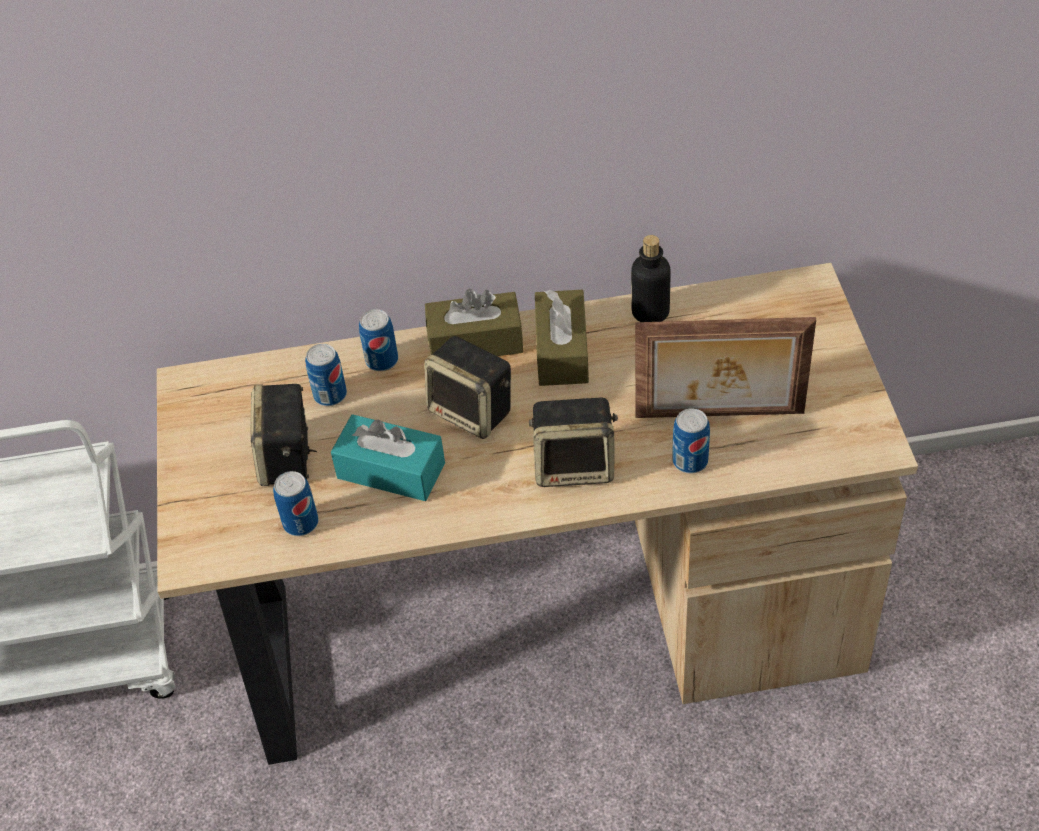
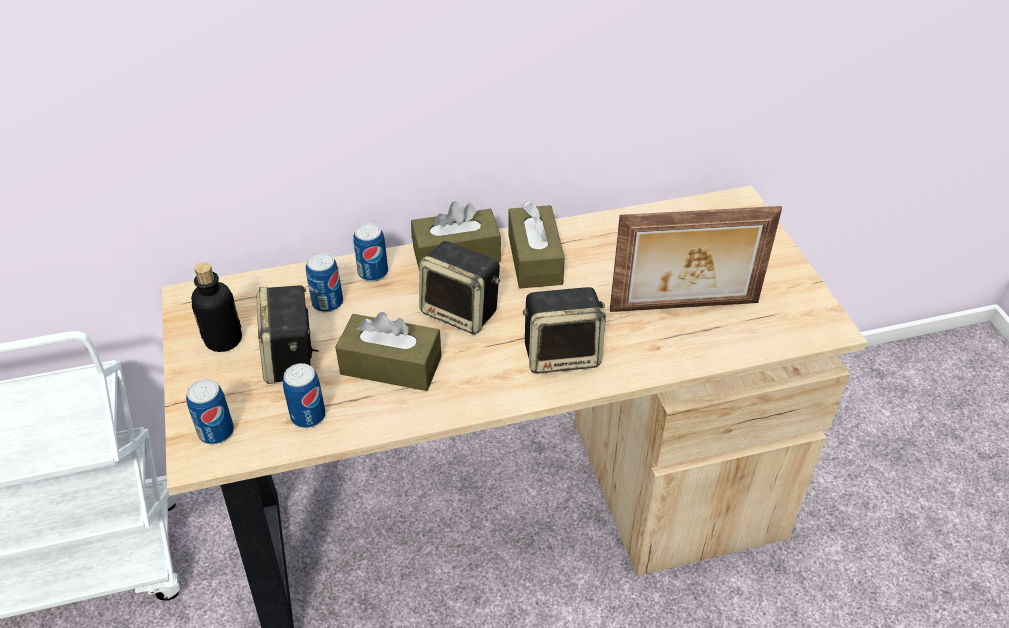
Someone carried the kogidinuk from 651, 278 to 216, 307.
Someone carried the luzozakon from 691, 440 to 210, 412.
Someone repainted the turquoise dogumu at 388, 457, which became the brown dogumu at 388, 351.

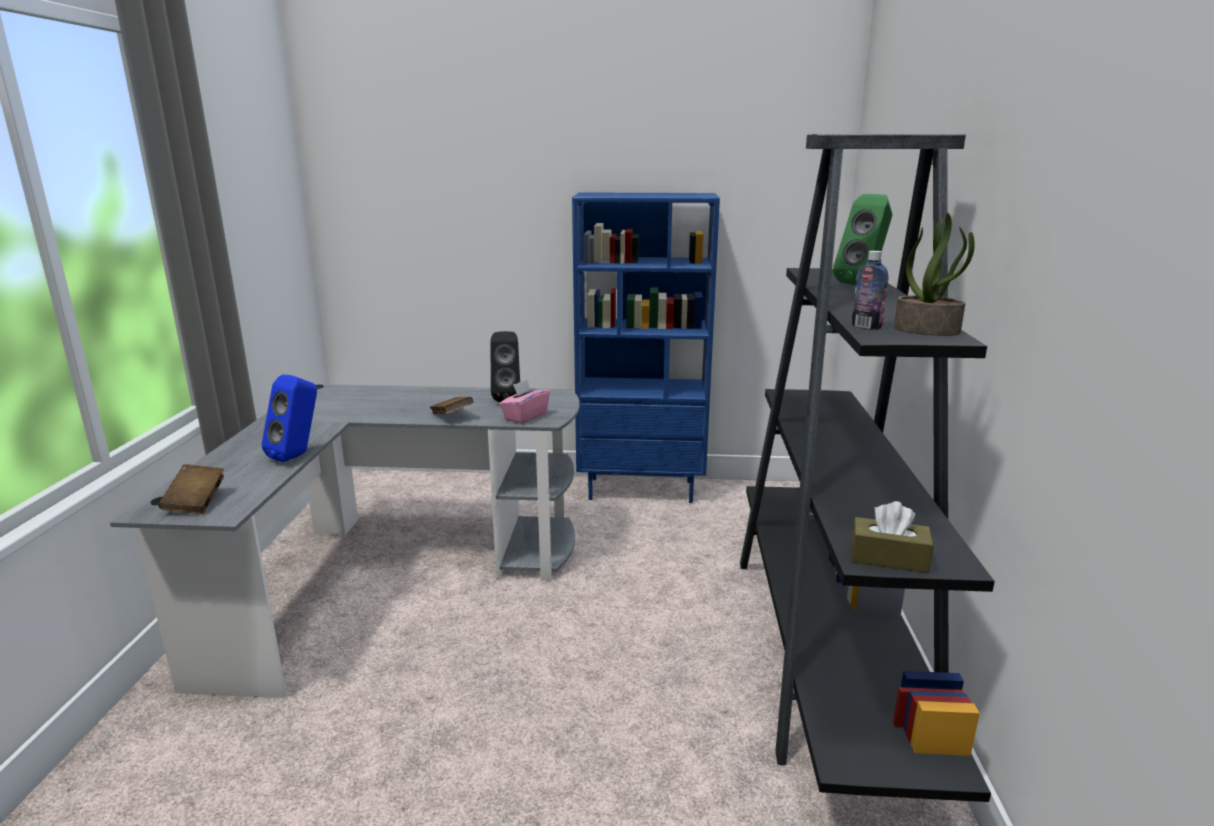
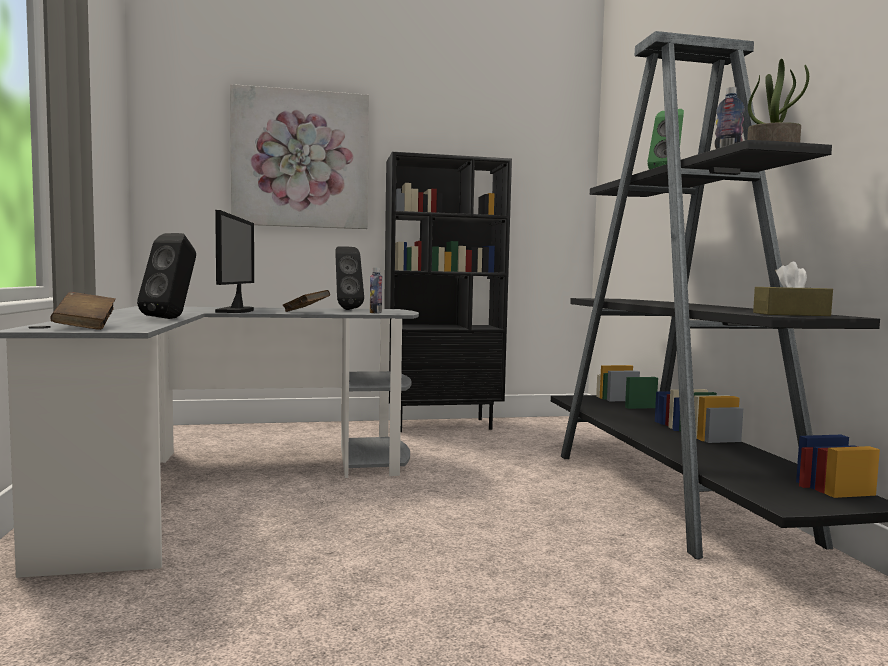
Someone put down the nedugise at 234, 261.
Someone put up the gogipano at 299, 156.
Someone swapped the pink dogumu at 524, 401 for the kogidinuk at 376, 290.
Someone repainted the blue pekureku at 289, 418, which became the black pekureku at 166, 276.
Someone repainted the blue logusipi at 646, 347, which became the black logusipi at 448, 292.

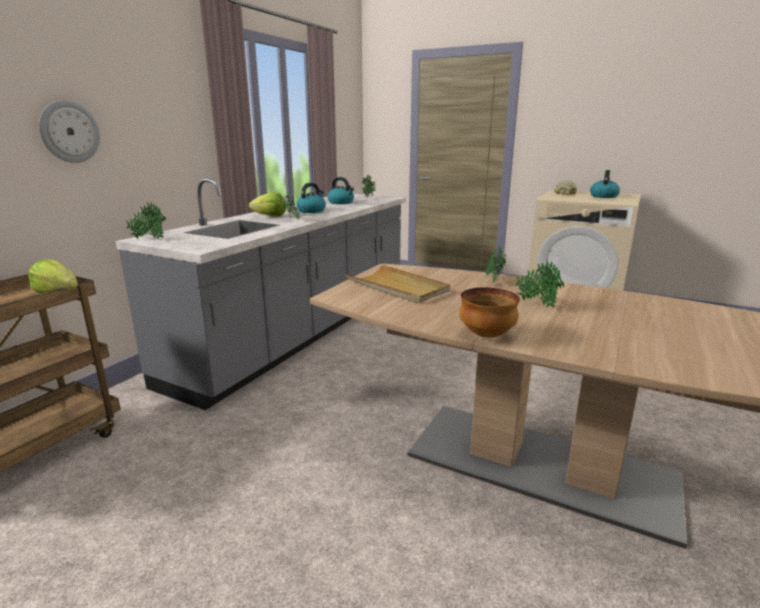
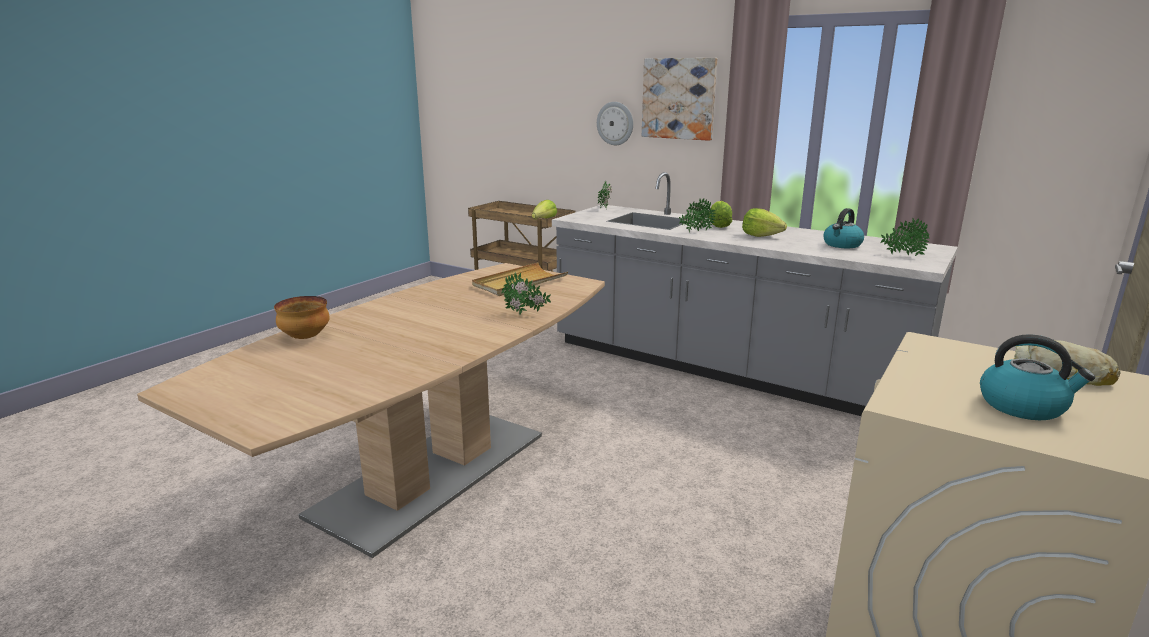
Someone took away the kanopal at 539, 284.
Someone put up the gogipano at 679, 99.
Someone carried the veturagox from 489, 312 to 302, 317.
Someone swapped the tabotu at 311, 198 for the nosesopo at 764, 222.

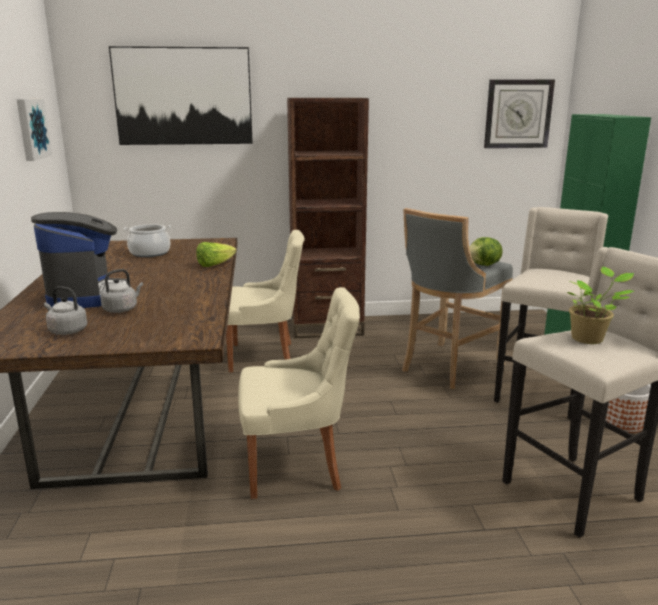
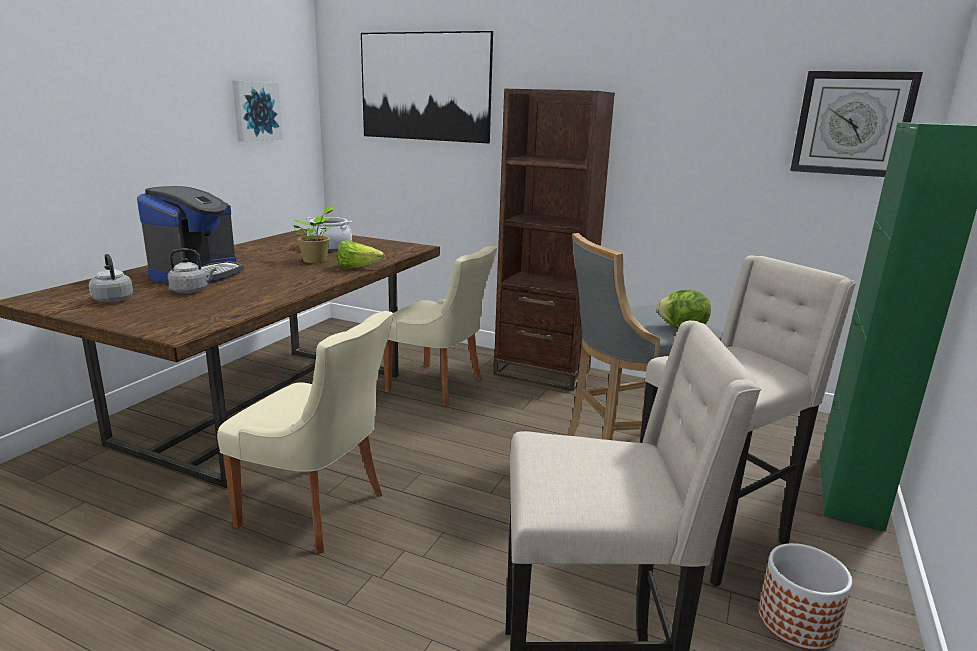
Someone carried the kanopal from 600, 305 to 311, 234.

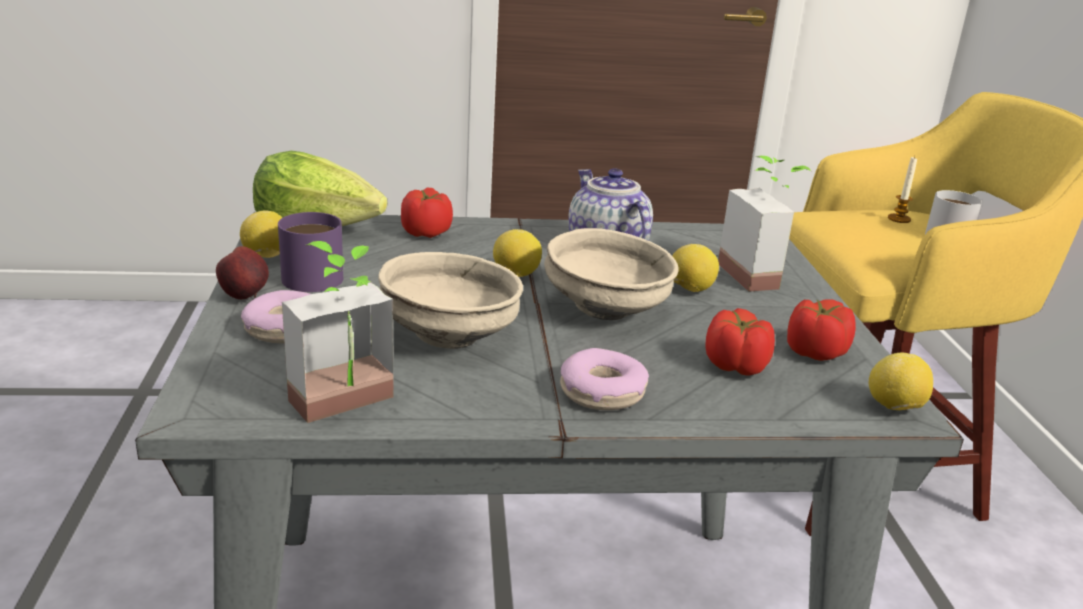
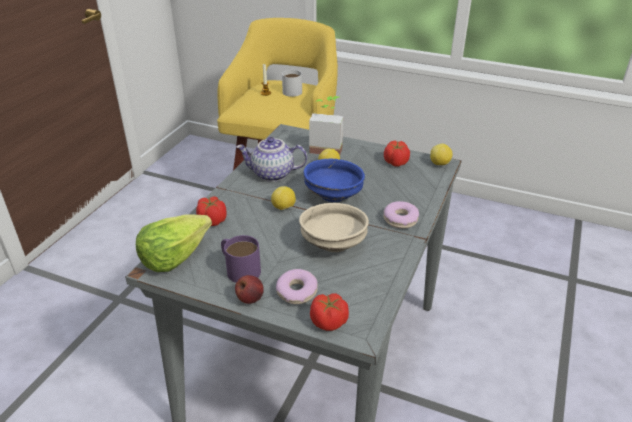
Someone took away the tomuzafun at 261, 234.
Someone took away the kanopal at 338, 332.
Someone carried the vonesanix from 740, 342 to 329, 312.
Someone repainted the beige veturagox at 611, 274, which became the blue veturagox at 334, 180.

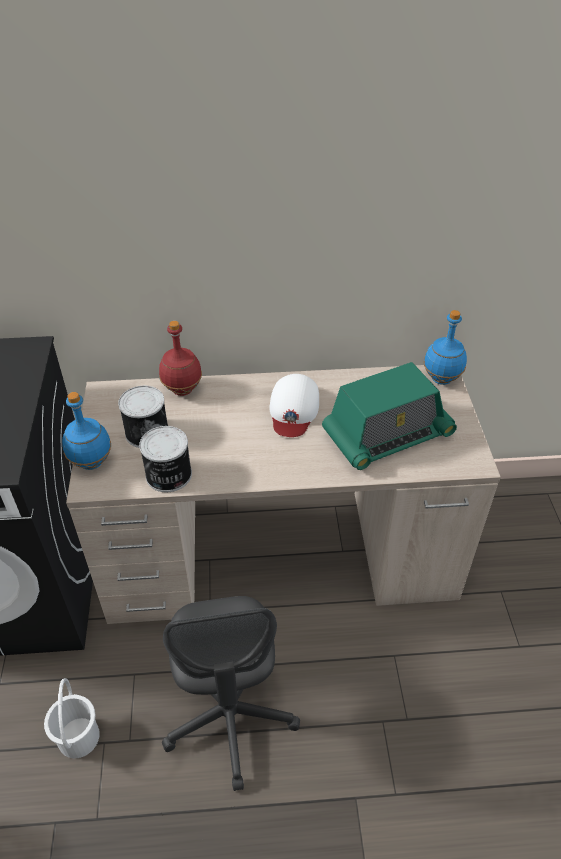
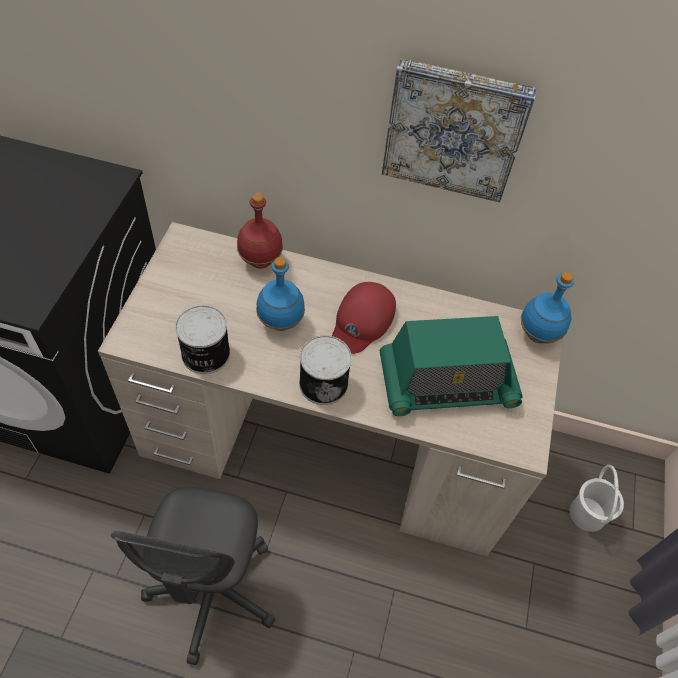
Someone put up the gogipano at 459, 130.
Someone carried the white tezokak from 72, 718 to 597, 498.
Someone carried the blue kogidinuk from 86, 431 to 280, 294.
Someone carried the luzozakon from 143, 417 to 325, 370.
Someone repainted the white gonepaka at 294, 405, which became the red gonepaka at 364, 318.

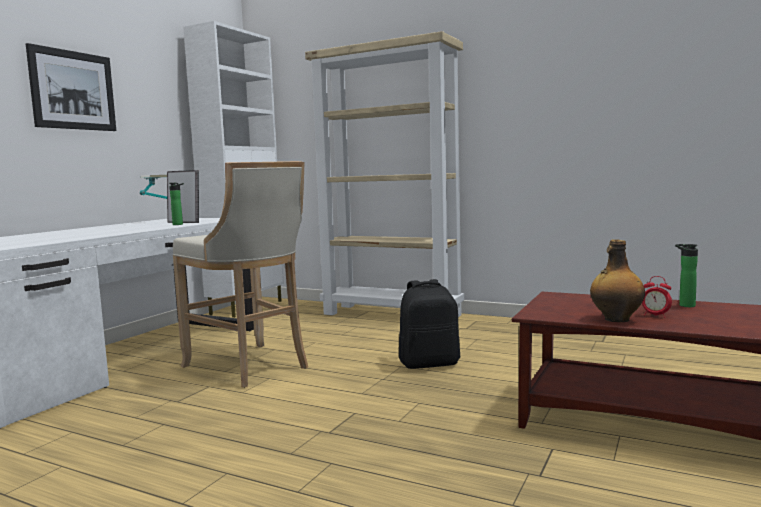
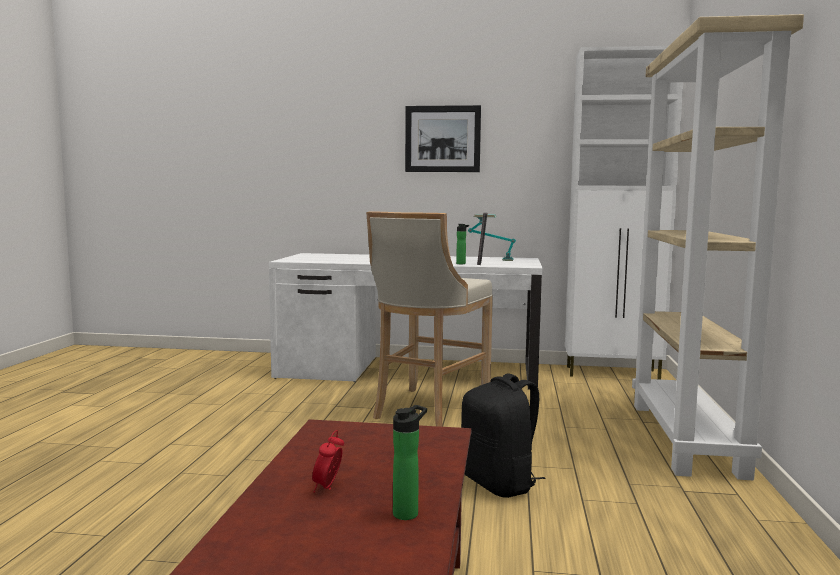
Someone took away the kogidinuk at 617, 281.

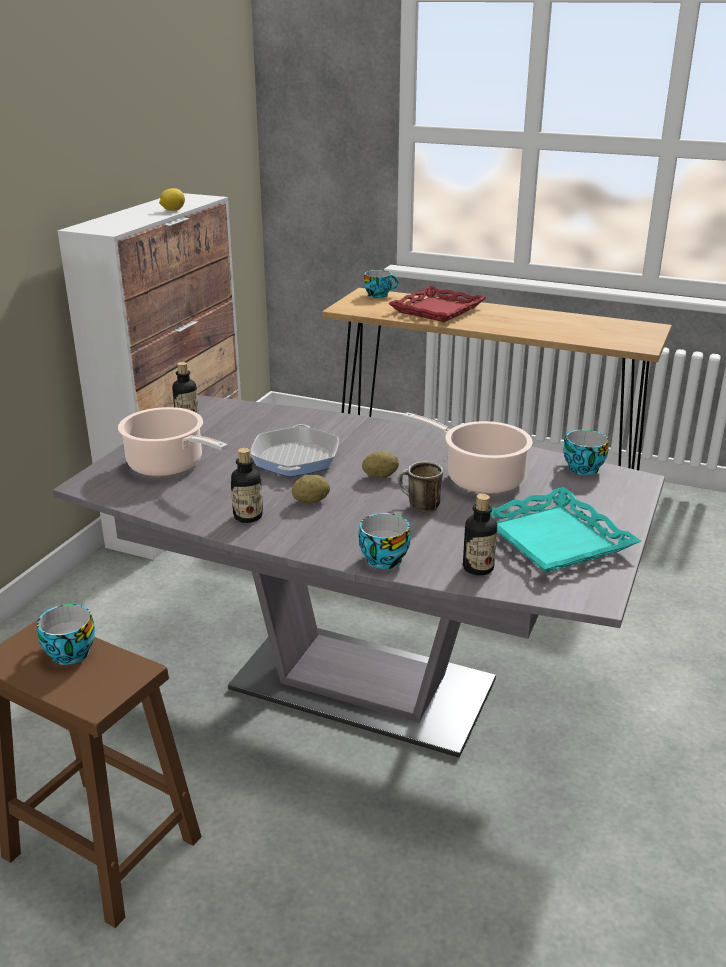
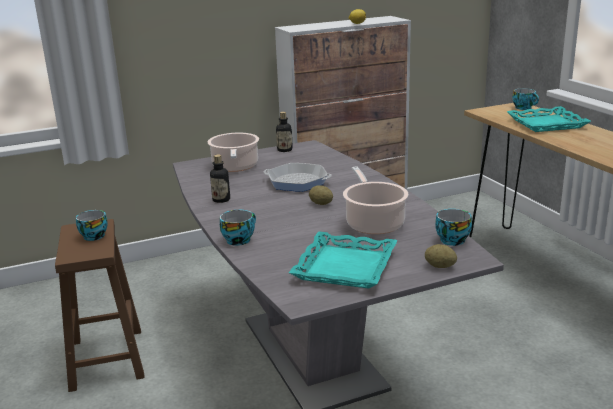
Someone took away the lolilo at 420, 487.
Someone took away the kogidinuk at 480, 534.
Someone carried the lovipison from 311, 489 to 441, 256.
Someone repainted the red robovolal at 437, 304, which became the turquoise robovolal at 549, 119.
Someone rotated the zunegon at 294, 450 by 120 degrees counterclockwise.

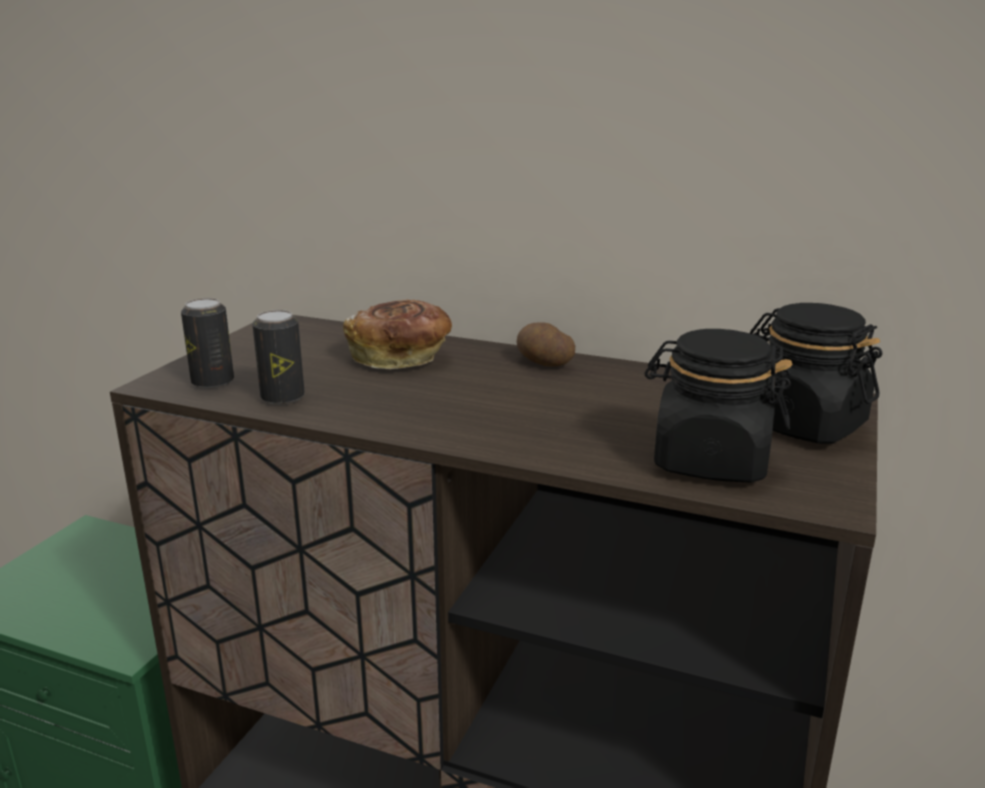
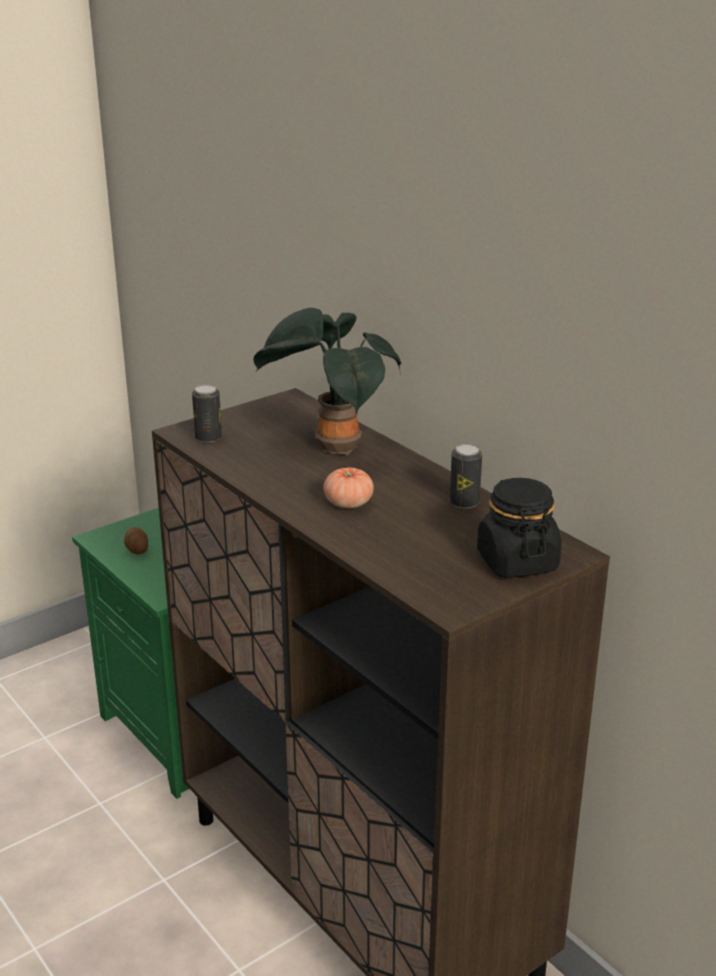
Someone took away the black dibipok at 719, 406.
Someone put down the vonesanix at 348, 487.
Someone carried the luzozakon from 278, 357 to 466, 476.
Someone carried the lovipison from 546, 345 to 136, 541.
Someone swapped the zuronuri at 397, 334 for the kanopal at 327, 381.

